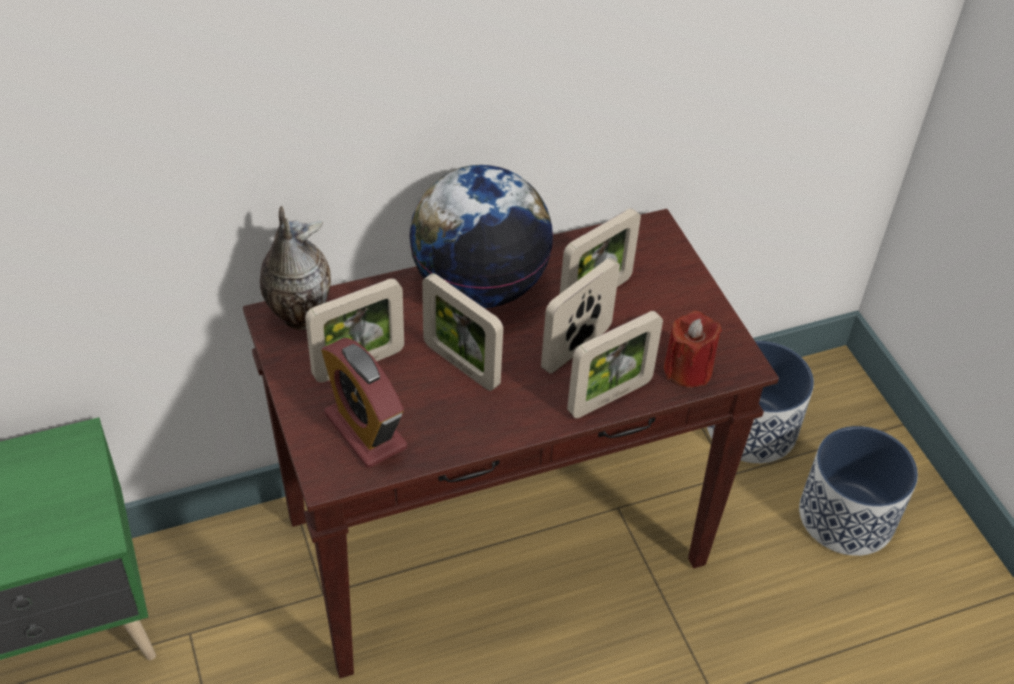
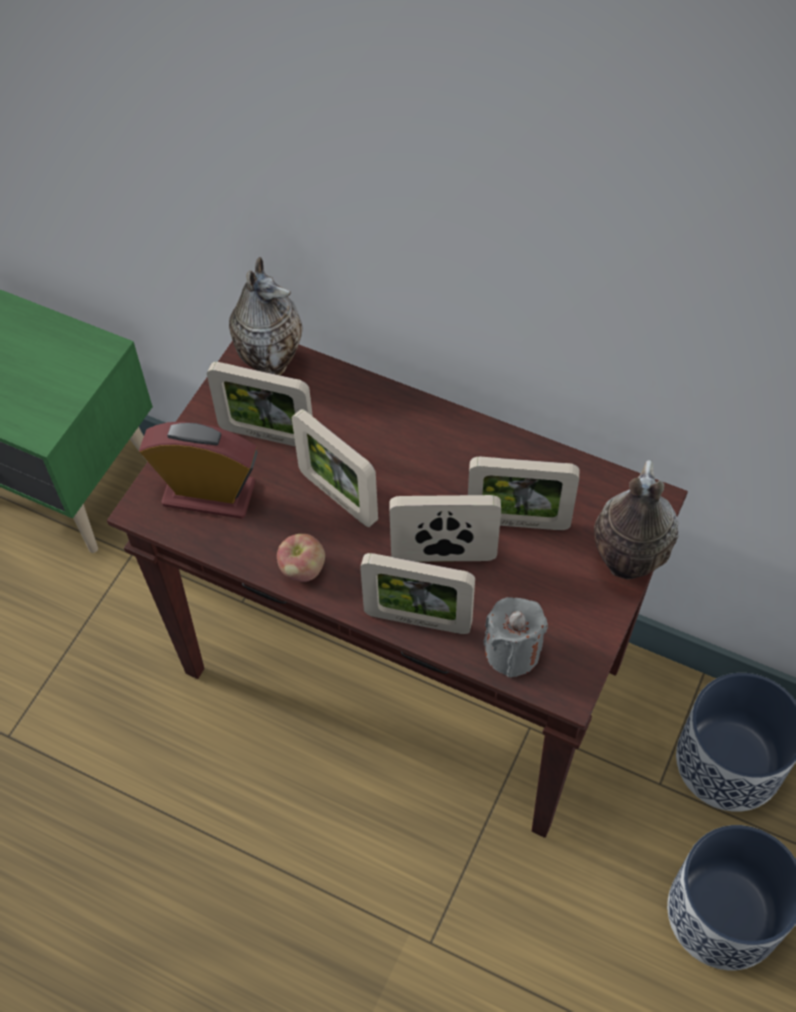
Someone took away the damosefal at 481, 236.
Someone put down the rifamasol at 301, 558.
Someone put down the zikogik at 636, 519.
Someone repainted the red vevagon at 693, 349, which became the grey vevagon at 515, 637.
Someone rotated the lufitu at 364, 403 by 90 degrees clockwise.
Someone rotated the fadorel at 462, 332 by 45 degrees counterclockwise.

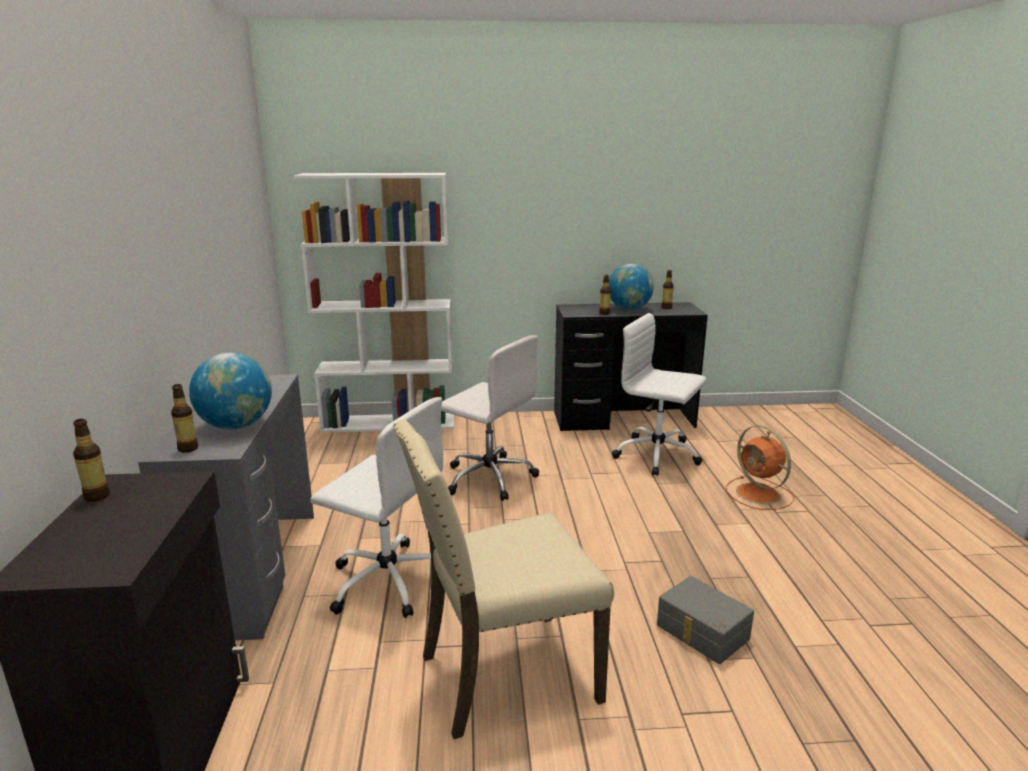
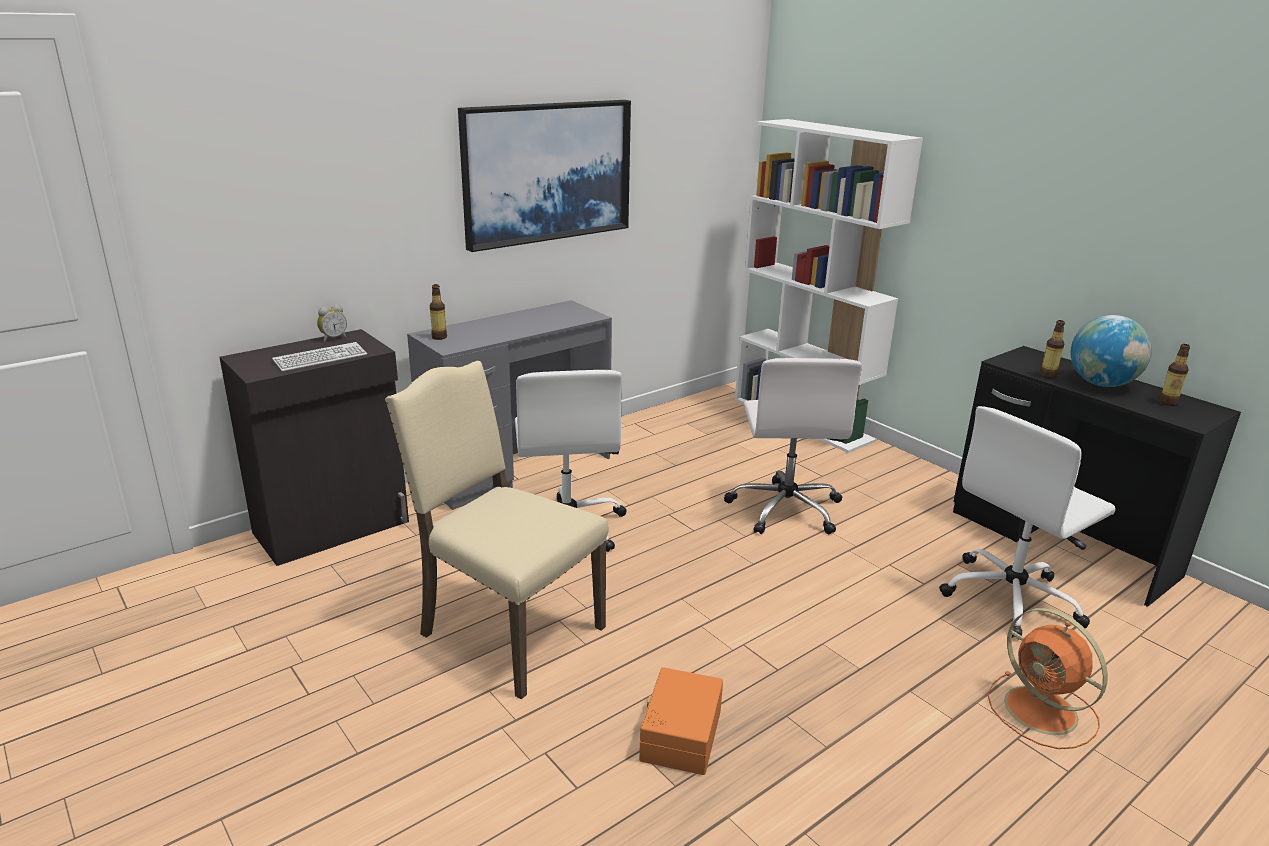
Someone took away the damosefal at 230, 391.
Someone put down the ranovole at 319, 357.
Someone put up the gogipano at 544, 176.
Someone swapped the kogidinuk at 91, 460 for the lufitu at 332, 323.
Someone repainted the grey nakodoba at 705, 620, which became the orange nakodoba at 681, 721.
Someone rotated the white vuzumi at 659, 394 by 120 degrees counterclockwise.
Someone rotated the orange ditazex at 760, 467 by 60 degrees counterclockwise.

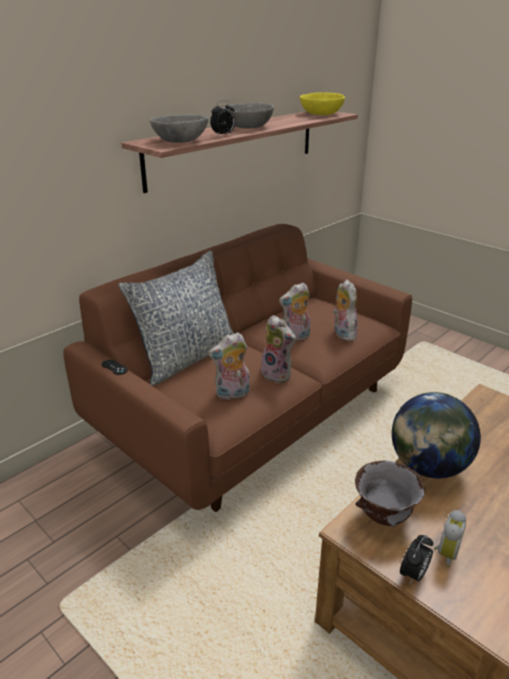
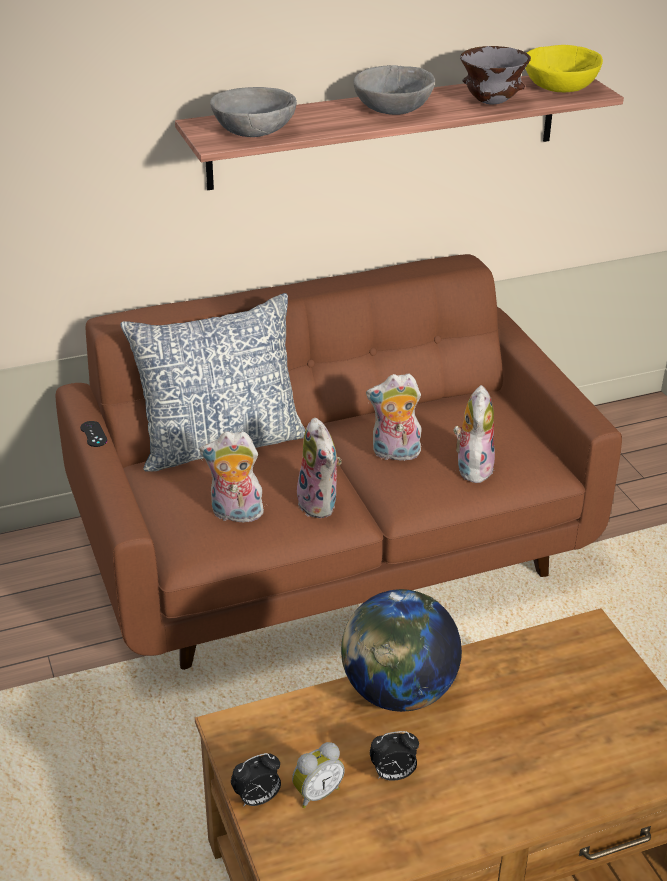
Someone carried the lufitu from 222, 118 to 394, 756.
Someone carried the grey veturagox from 390, 493 to 495, 75.

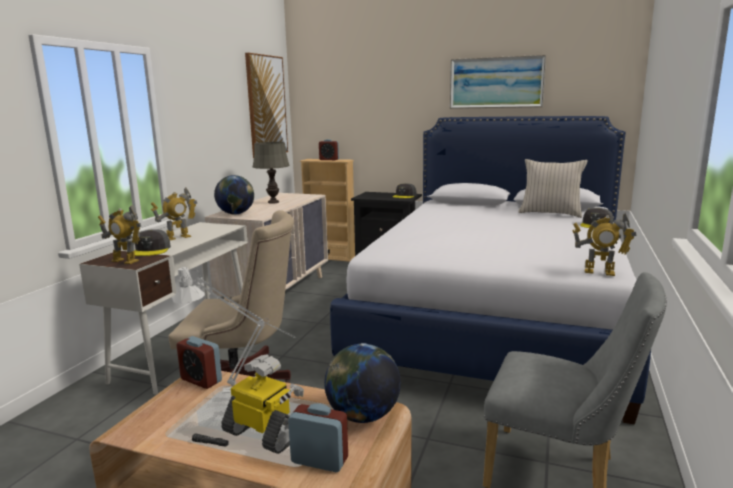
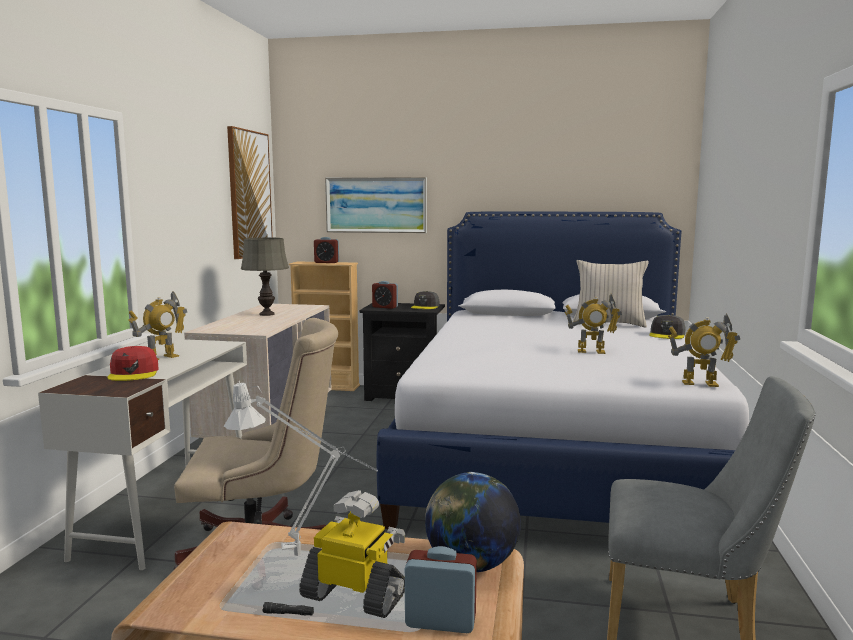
Someone took away the damosefal at 234, 195.
Someone carried the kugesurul from 119, 234 to 593, 324.
Someone carried the lufitu from 199, 362 to 385, 295.
Someone carried the gogipano from 498, 82 to 376, 205.
Someone repainted the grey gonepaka at 152, 242, which became the red gonepaka at 133, 363.

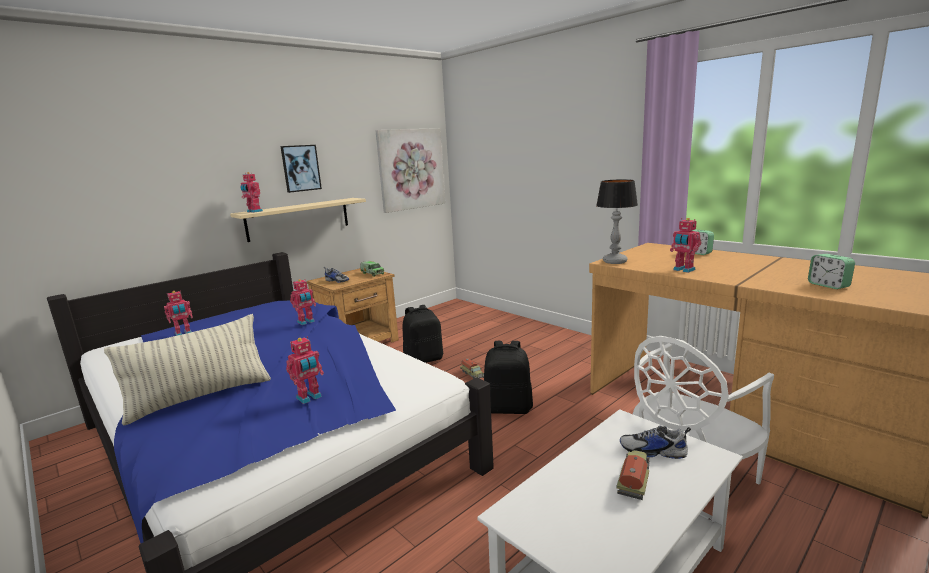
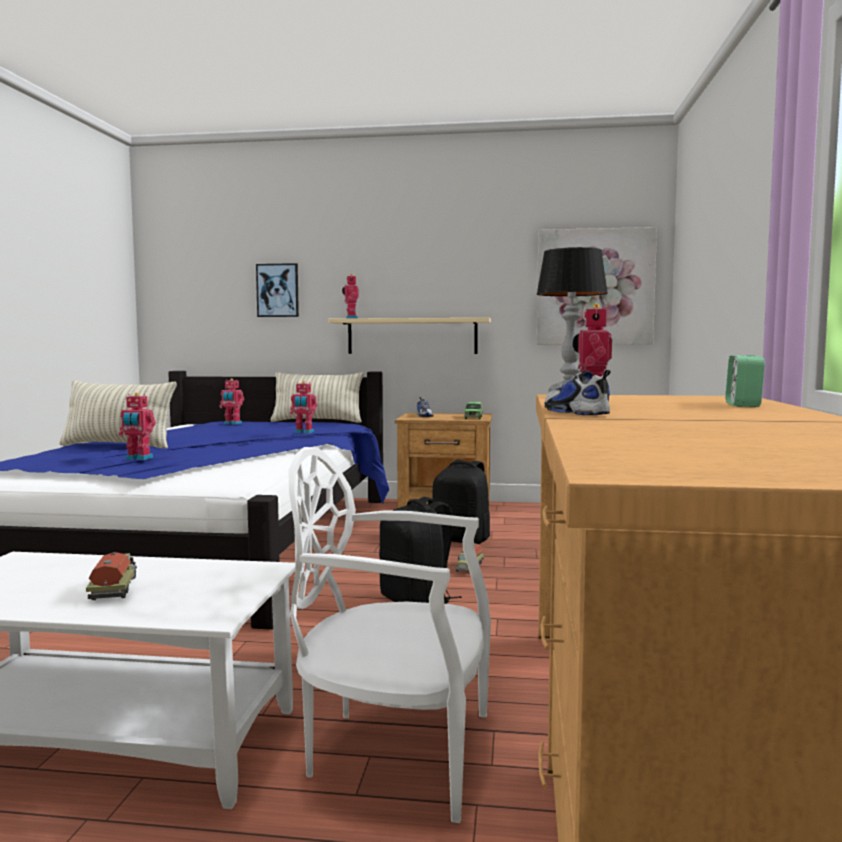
Someone took away the lufitu at 831, 271.
Someone put down the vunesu at 317, 397.
Someone carried the gogipano from 301, 169 to 277, 290.
Someone carried the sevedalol from 655, 442 to 578, 392.
Someone rotated the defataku at 633, 475 by 90 degrees counterclockwise.

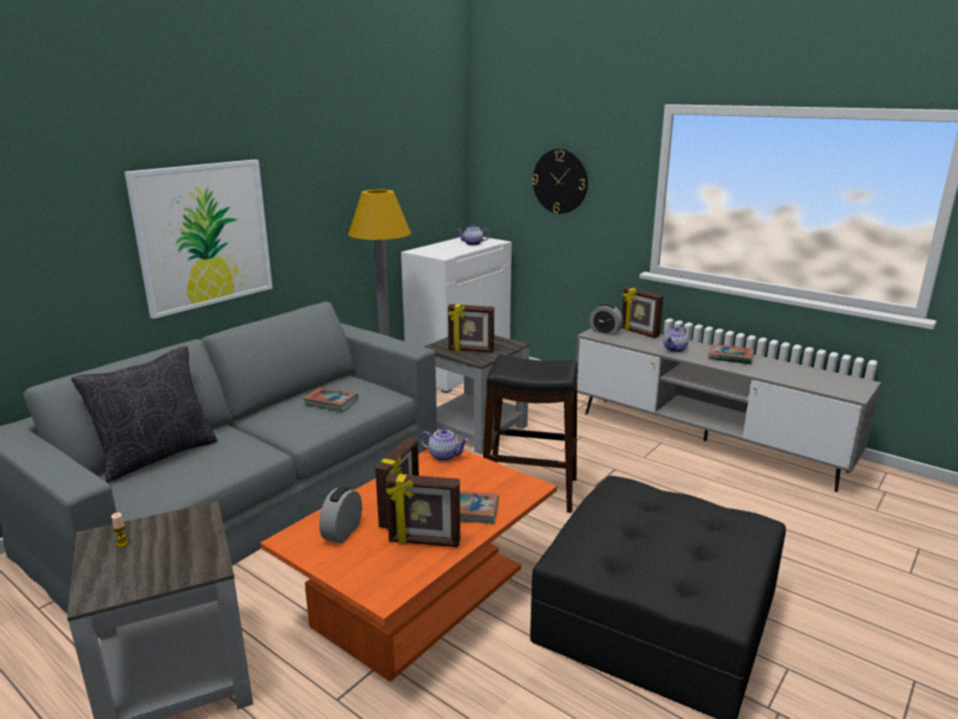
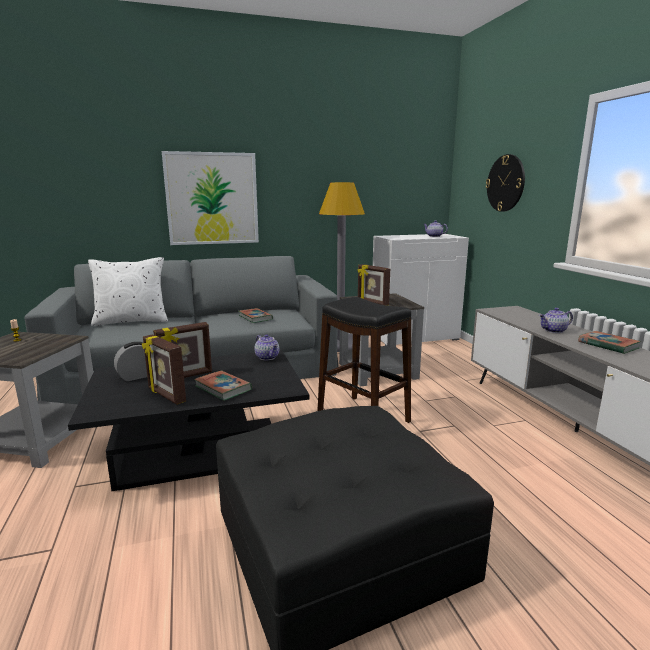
Someone took away the lufitu at 606, 319.
Someone took away the fadorel at 642, 312.
Someone repainted the black vunesu at 144, 414, which became the white vunesu at 128, 291.
Someone repainted the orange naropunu at 409, 565, which became the black naropunu at 189, 420.

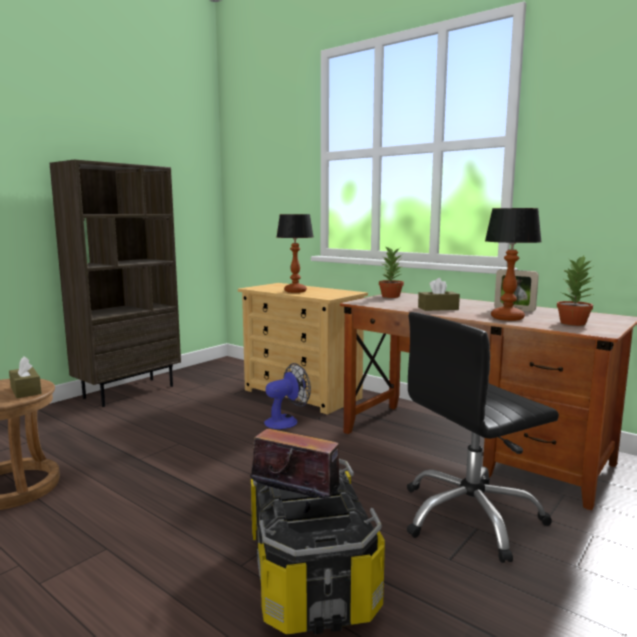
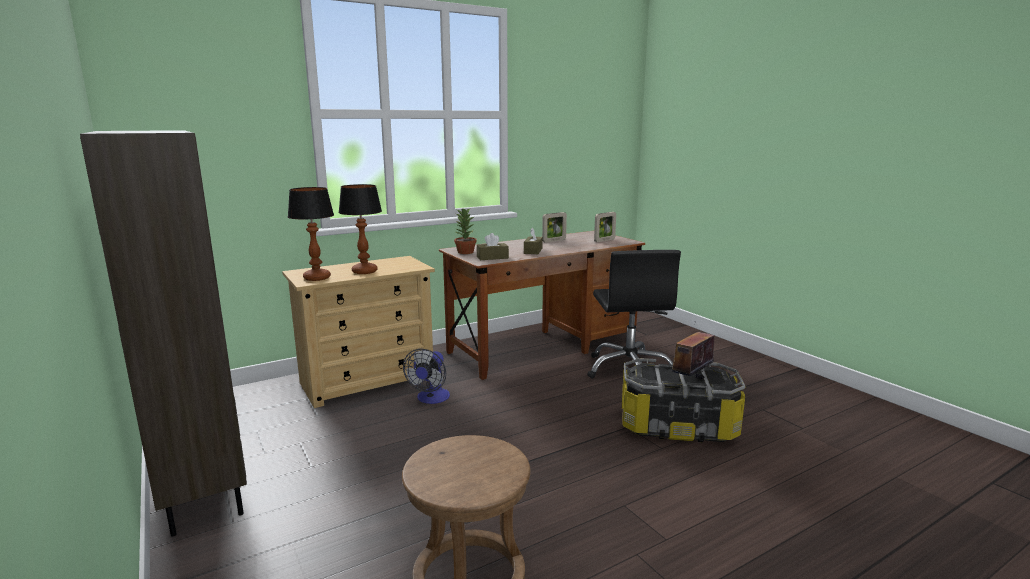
Someone carried the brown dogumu from 25, 377 to 493, 246.
Someone carried the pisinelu from 513, 264 to 311, 234.
Someone swapped the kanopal at 575, 291 for the fadorel at 605, 227.
Someone rotated the ditazex at 287, 396 by 150 degrees counterclockwise.

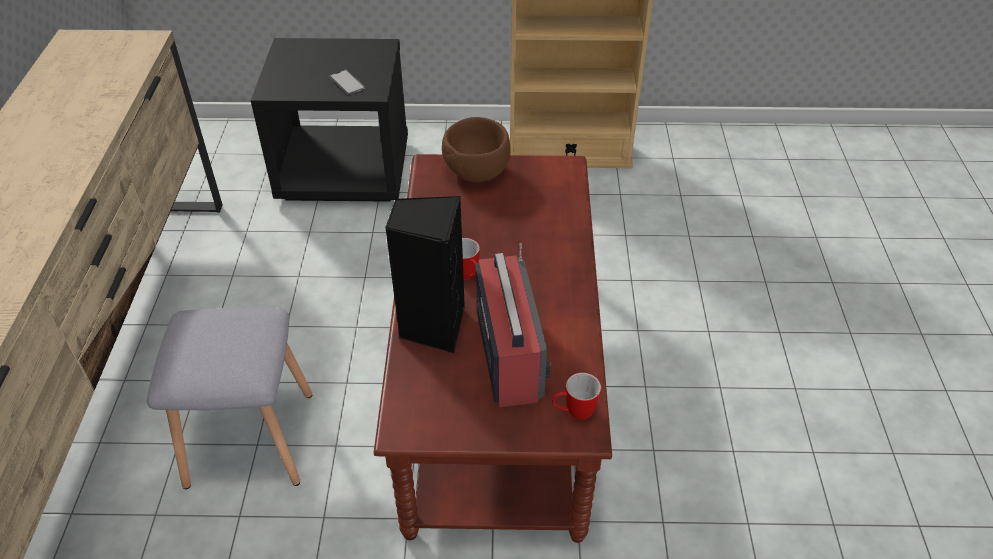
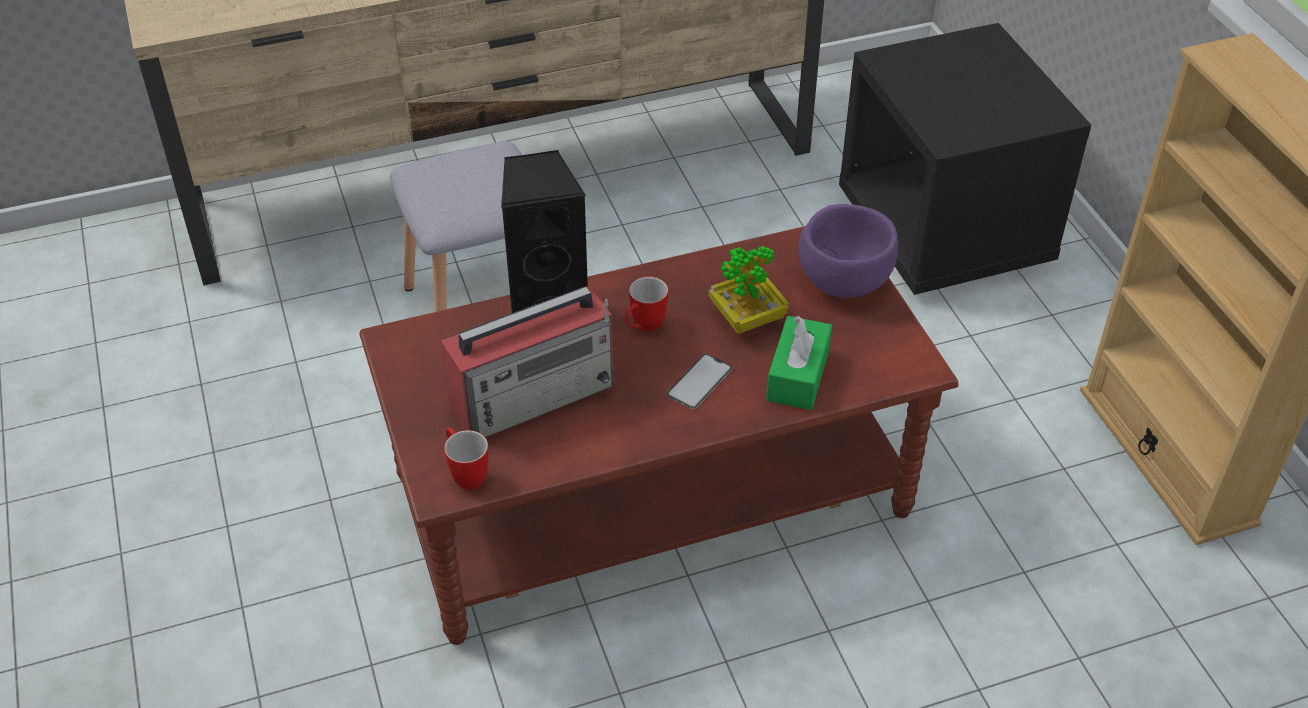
Someone put down the kanopal at 749, 290.
Someone put down the green dogumu at 799, 363.
Someone carried the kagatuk from 347, 82 to 699, 381.
Someone repainted the brown veturagox at 476, 150, which became the purple veturagox at 848, 251.

